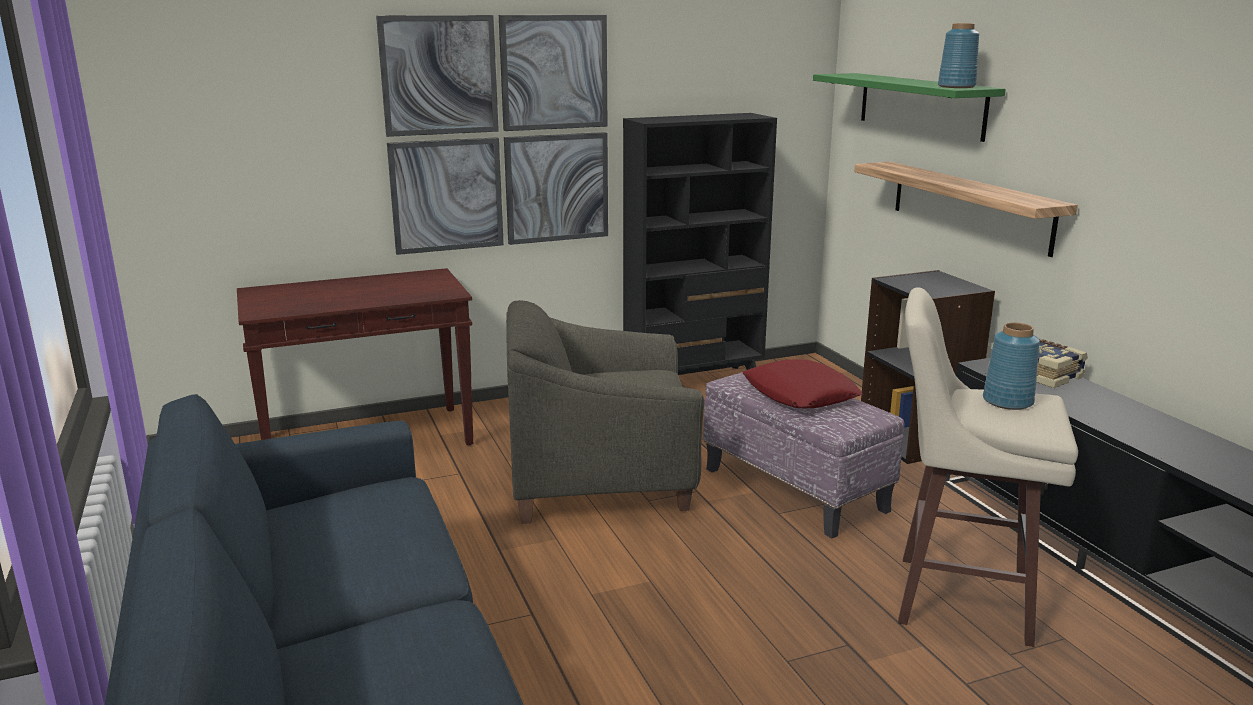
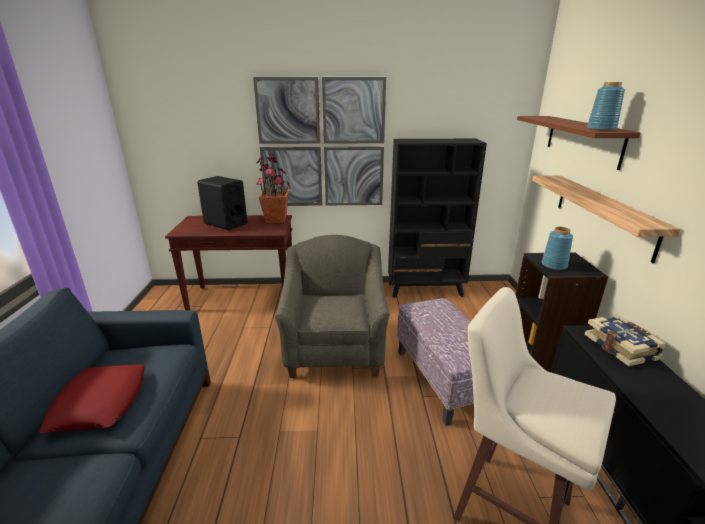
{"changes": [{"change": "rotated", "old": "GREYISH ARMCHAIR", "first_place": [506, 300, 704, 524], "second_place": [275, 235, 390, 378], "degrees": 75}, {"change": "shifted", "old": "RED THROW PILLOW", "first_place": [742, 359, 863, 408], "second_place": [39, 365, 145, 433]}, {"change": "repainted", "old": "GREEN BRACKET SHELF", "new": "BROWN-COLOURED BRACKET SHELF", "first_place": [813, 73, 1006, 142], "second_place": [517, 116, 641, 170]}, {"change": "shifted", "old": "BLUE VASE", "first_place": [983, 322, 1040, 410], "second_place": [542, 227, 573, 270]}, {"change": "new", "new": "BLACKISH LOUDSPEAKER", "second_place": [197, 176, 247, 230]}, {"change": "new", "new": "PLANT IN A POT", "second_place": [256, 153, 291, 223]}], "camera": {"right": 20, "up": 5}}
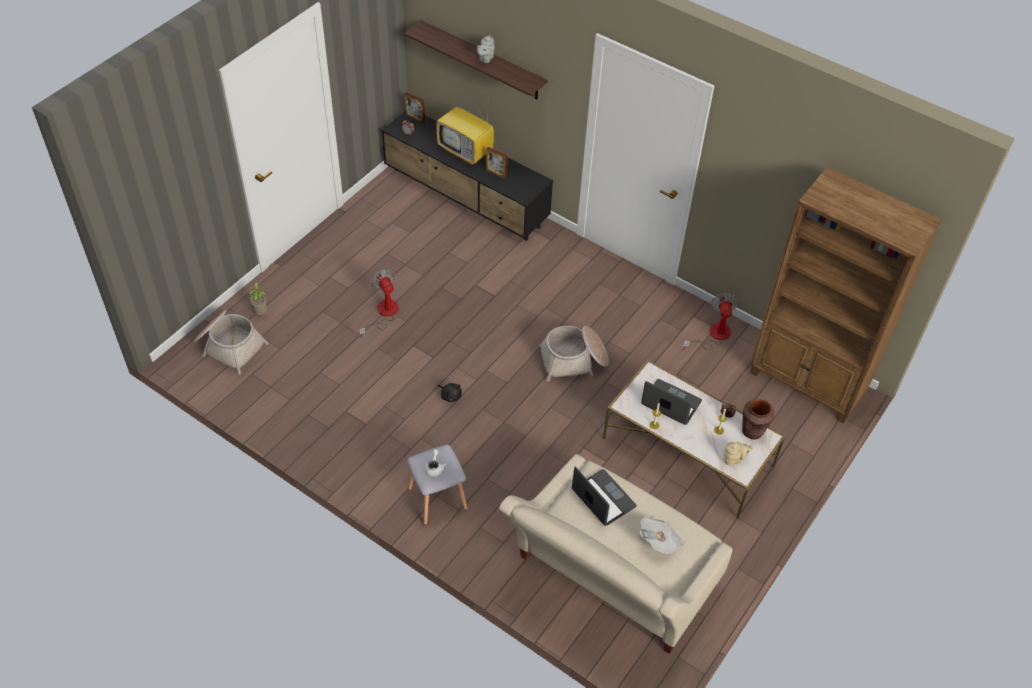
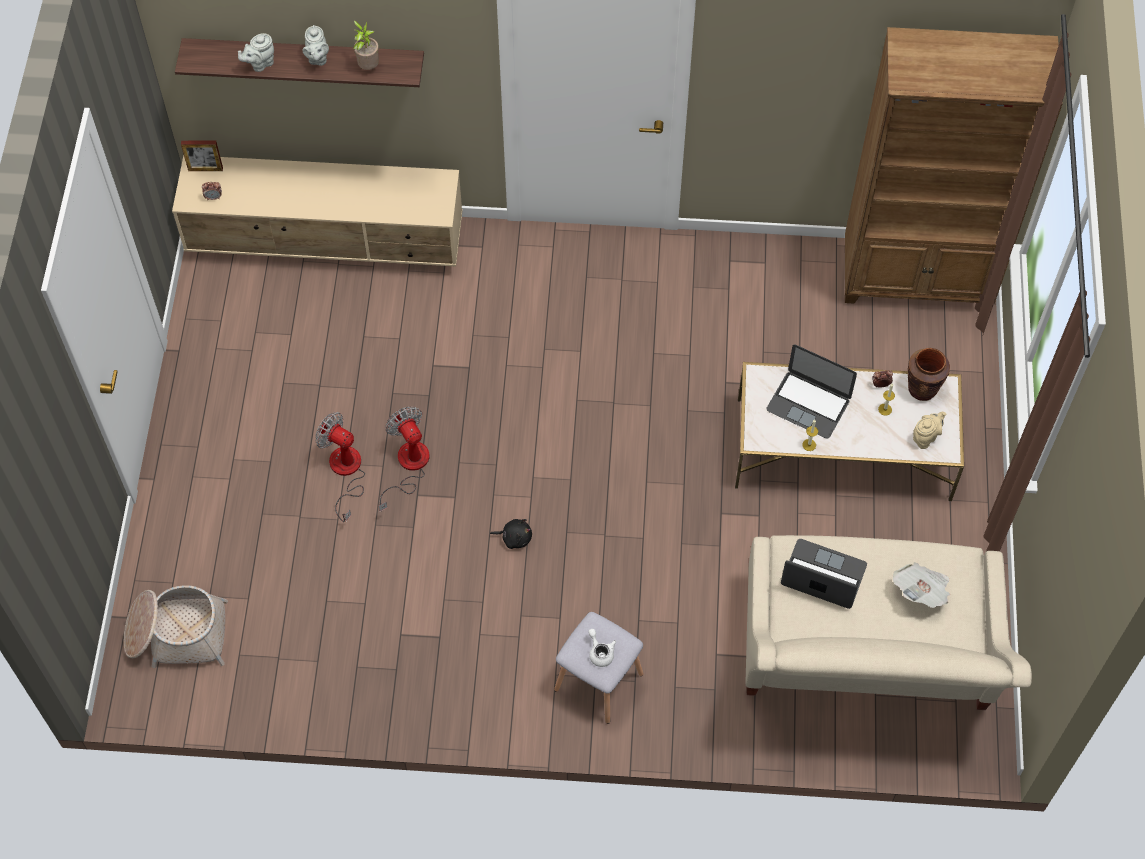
{"changes": [{"change": "shifted", "old": "PLANT IN A POT", "first_place": [249, 282, 267, 315], "second_place": [353, 20, 379, 70]}, {"change": "repainted", "old": "BLACKISH TV UNIT", "new": "SAND-COLOURED TV UNIT", "first_place": [382, 112, 553, 241], "second_place": [172, 155, 463, 266]}, {"change": "gone", "old": "TV", "first_place": [436, 107, 494, 165]}, {"change": "gone", "old": "PICTURE FRAME", "first_place": [486, 147, 507, 179]}, {"change": "gone", "old": "HOUSEHOLD BASKET", "first_place": [539, 326, 609, 382]}, {"change": "rotated", "old": "PORTABLE COMPUTER", "first_place": [641, 379, 702, 425], "second_place": [766, 345, 857, 439], "degrees": -150}, {"change": "shifted", "old": "FAN", "first_place": [683, 293, 739, 350], "second_place": [379, 406, 430, 511]}, {"change": "new", "new": "GREYISH POT FOR TEA", "second_place": [238, 33, 274, 72]}], "camera": {"right": -30, "up": 10}}
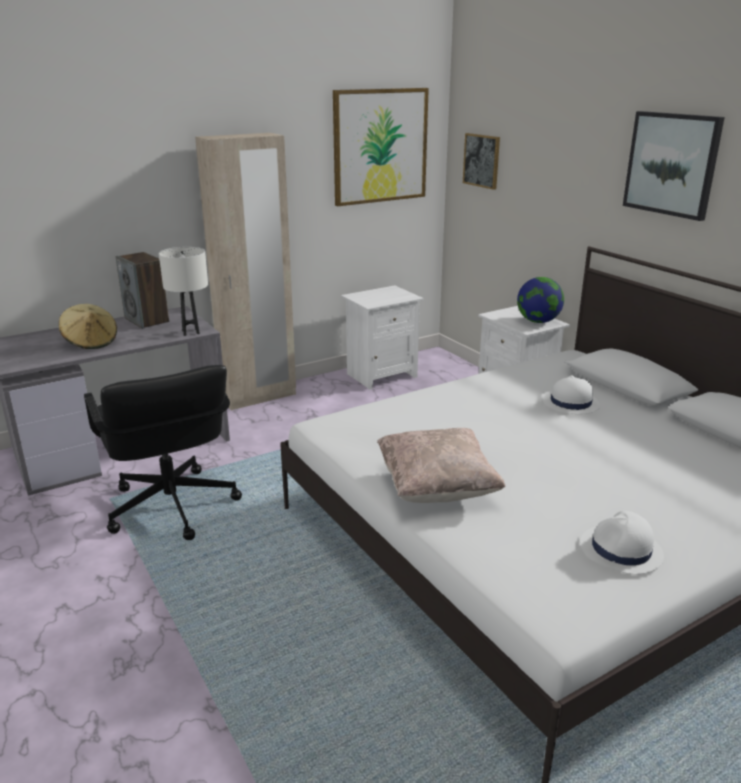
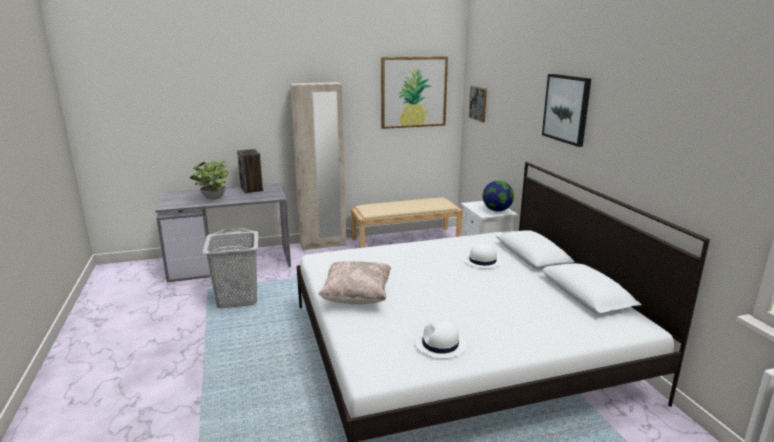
{"changes": [{"change": "swapped", "old": "SAND-COLOURED CLOTHING HAT", "new": "PLANT IN A POT", "first_place": [59, 304, 117, 349], "second_place": [190, 161, 229, 199]}, {"change": "swapped", "old": "BLACKISH DESK CHAIR", "new": "GREYISH WASHING BASKET", "first_place": [84, 365, 242, 540], "second_place": [202, 228, 258, 308]}, {"change": "gone", "old": "WHITE-COLOURED LAMP FOR A TABLE", "first_place": [159, 247, 208, 336]}, {"change": "swapped", "old": "WHITE-COLOURED NIGHTSTAND", "new": "SAND-COLOURED BENCH", "first_place": [341, 285, 424, 390], "second_place": [351, 198, 463, 248]}], "camera": {"right": 15, "up": -5}}
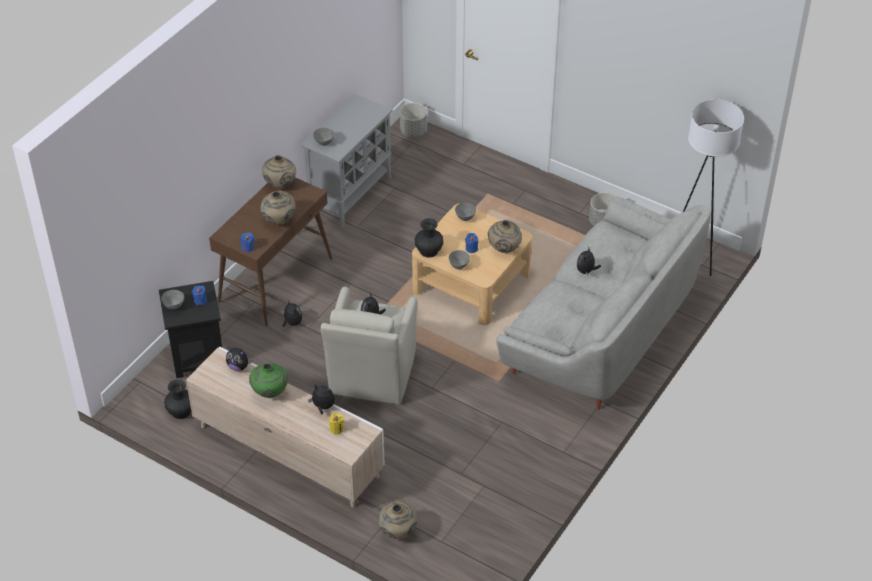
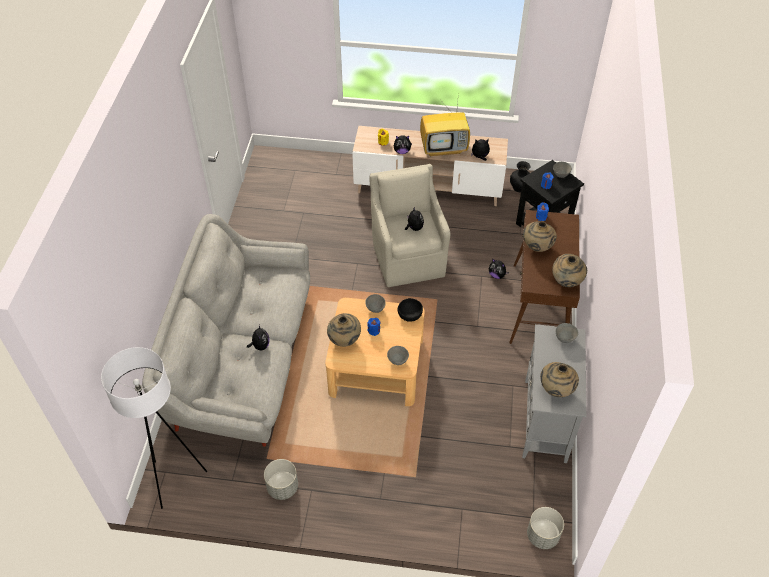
{"changes": [{"change": "swapped", "old": "GREEN VASE", "new": "TV", "first_place": [249, 363, 288, 398], "second_place": [420, 97, 470, 157]}, {"change": "shifted", "old": "SAND-COLOURED VASE", "first_place": [379, 500, 417, 539], "second_place": [540, 362, 579, 397]}, {"change": "swapped", "old": "BLACKISH VASE", "new": "BLACKISH SERVING BOWL", "first_place": [415, 218, 443, 257], "second_place": [397, 298, 423, 322]}], "camera": {"right": 155, "up": 5}}
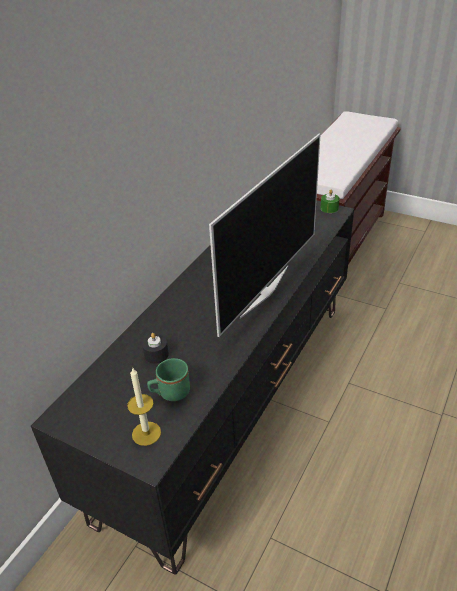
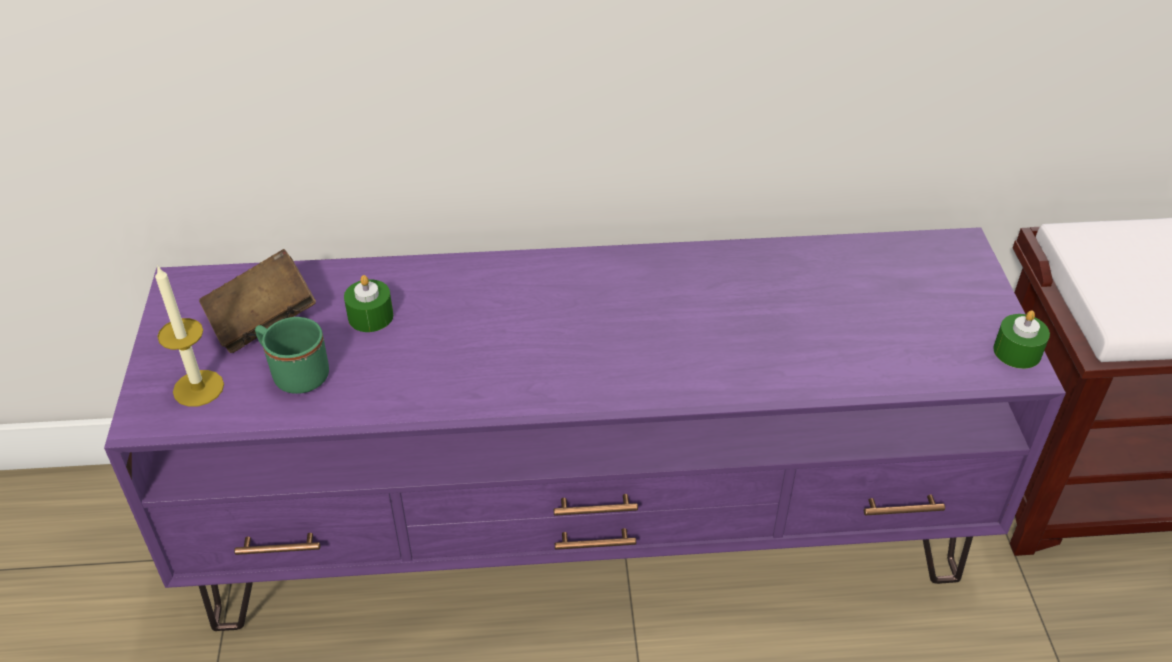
{"changes": [{"change": "repainted", "old": "BLACKISH TV UNIT", "new": "PURPLE-COLOURED TV UNIT", "first_place": [31, 200, 354, 574], "second_place": [104, 227, 1066, 631]}, {"change": "repainted", "old": "BLACKISH WAX CANDLE", "new": "GREEN WAX CANDLE", "first_place": [142, 333, 169, 364], "second_place": [344, 275, 393, 332]}, {"change": "gone", "old": "TV", "first_place": [209, 134, 321, 337]}, {"change": "new", "new": "BROWN-COLOURED BOOK", "second_place": [199, 249, 316, 353]}], "camera": {"right": 55, "up": 5}}
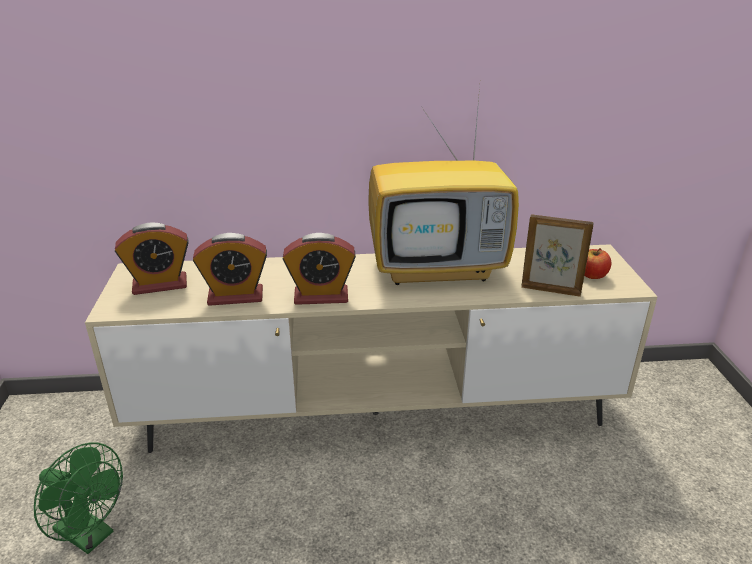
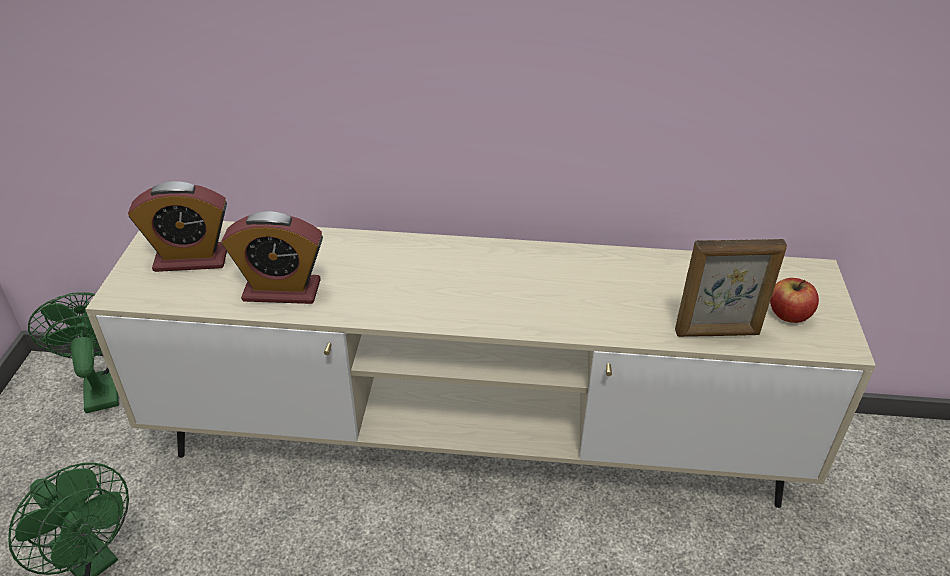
{"changes": [{"change": "gone", "old": "TABLE CLOCK", "first_place": [283, 233, 356, 305]}, {"change": "gone", "old": "TV", "first_place": [368, 87, 519, 285]}, {"change": "rotated", "old": "PICTURE FRAME", "first_place": [521, 214, 593, 296], "second_place": [675, 239, 787, 337], "degrees": 150}, {"change": "new", "new": "GREEN FAN", "second_place": [28, 292, 119, 413]}], "camera": {"right": 10, "up": 10}}
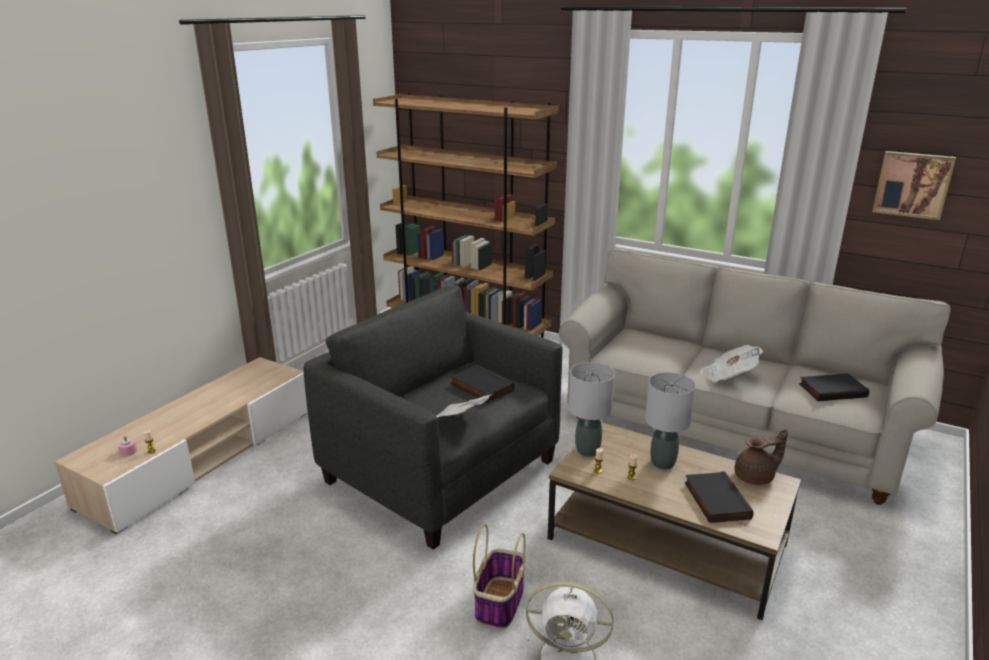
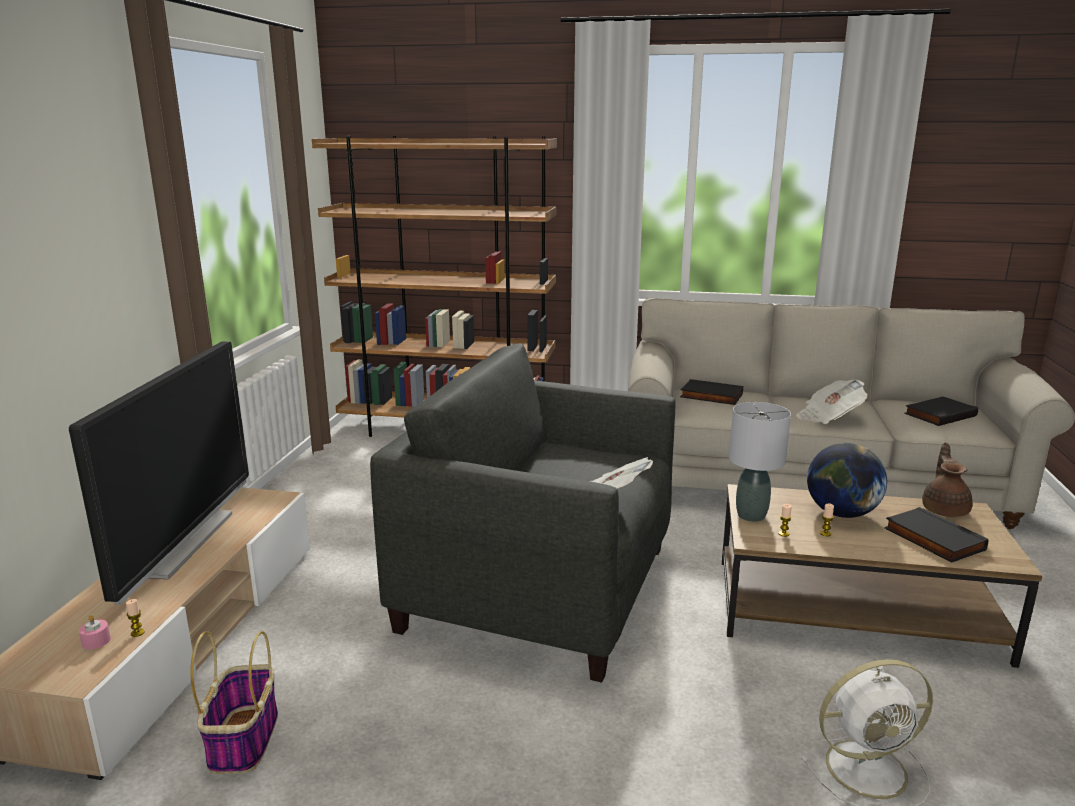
{"changes": [{"change": "shifted", "old": "BLACKISH BOOK", "first_place": [450, 365, 514, 403], "second_place": [680, 379, 743, 405]}, {"change": "shifted", "old": "HOUSEHOLD BASKET", "first_place": [473, 524, 525, 629], "second_place": [190, 631, 278, 774]}, {"change": "swapped", "old": "GREYISH LAMP FOR A TABLE", "new": "GLOBE", "first_place": [645, 372, 696, 470], "second_place": [807, 443, 887, 518]}, {"change": "rotated", "old": "BROWN-COLOURED POT FOR TEA", "first_place": [735, 429, 788, 485], "second_place": [922, 442, 973, 517], "degrees": -45}, {"change": "gone", "old": "WALL PICTURE", "first_place": [872, 151, 956, 220]}, {"change": "new", "new": "TV", "second_place": [69, 341, 249, 605]}], "camera": {"right": -20, "up": -5}}
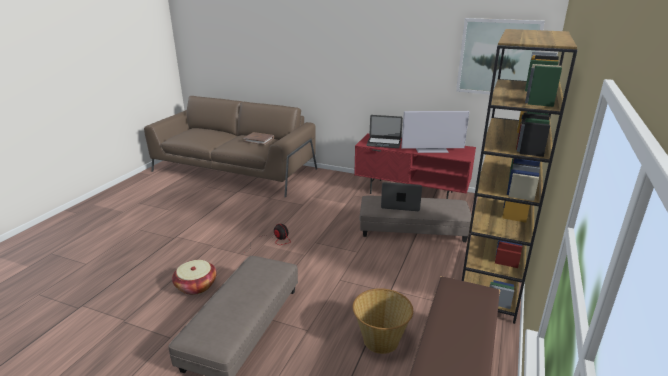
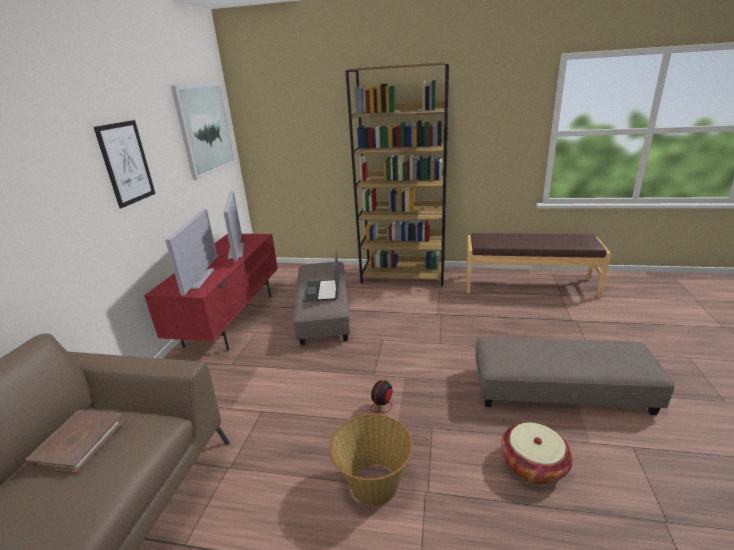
{"changes": [{"change": "shifted", "old": "HOUSEHOLD BASKET", "first_place": [353, 288, 413, 354], "second_place": [329, 414, 413, 506]}, {"change": "swapped", "old": "PORTABLE COMPUTER", "new": "TV", "first_place": [366, 115, 403, 148], "second_place": [165, 209, 217, 296]}, {"change": "new", "new": "WALL PICTURE", "second_place": [94, 120, 155, 208]}], "camera": {"right": -100, "up": 0}}
